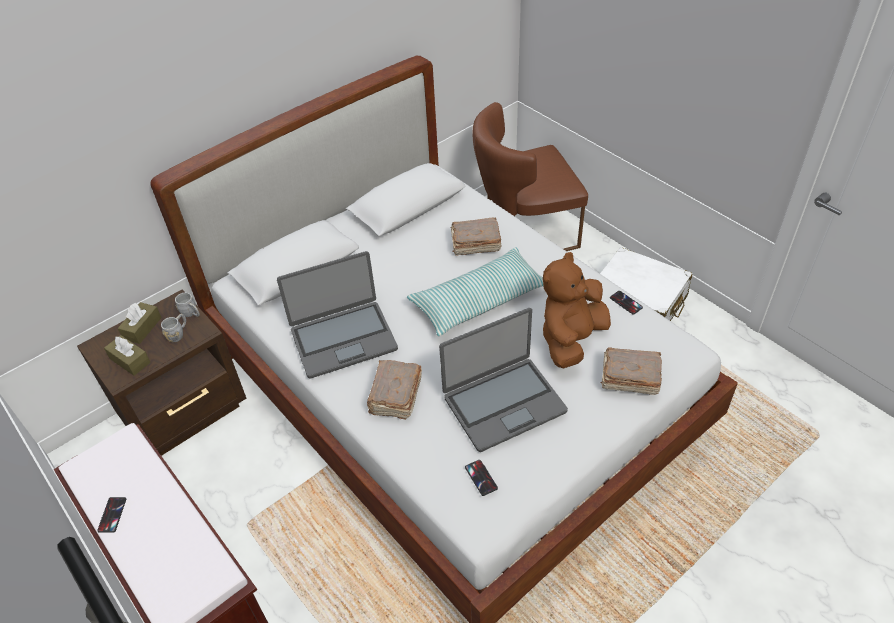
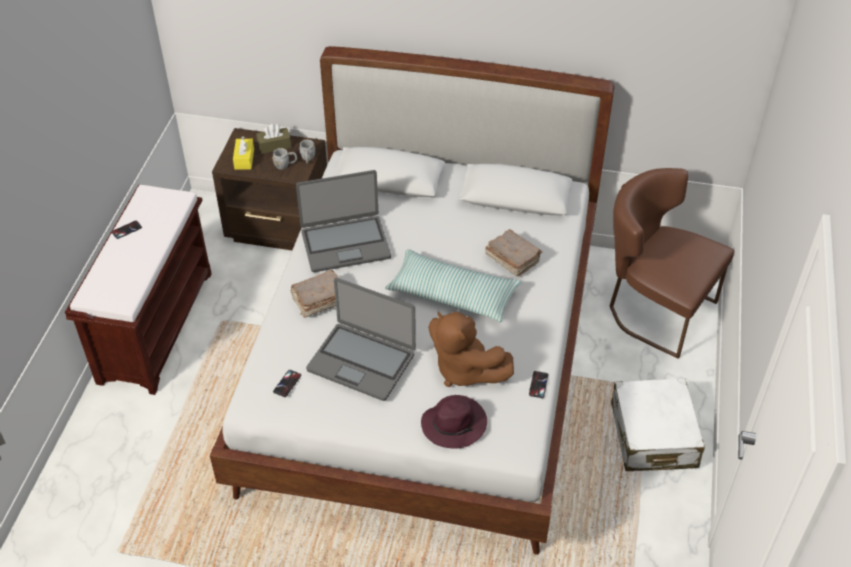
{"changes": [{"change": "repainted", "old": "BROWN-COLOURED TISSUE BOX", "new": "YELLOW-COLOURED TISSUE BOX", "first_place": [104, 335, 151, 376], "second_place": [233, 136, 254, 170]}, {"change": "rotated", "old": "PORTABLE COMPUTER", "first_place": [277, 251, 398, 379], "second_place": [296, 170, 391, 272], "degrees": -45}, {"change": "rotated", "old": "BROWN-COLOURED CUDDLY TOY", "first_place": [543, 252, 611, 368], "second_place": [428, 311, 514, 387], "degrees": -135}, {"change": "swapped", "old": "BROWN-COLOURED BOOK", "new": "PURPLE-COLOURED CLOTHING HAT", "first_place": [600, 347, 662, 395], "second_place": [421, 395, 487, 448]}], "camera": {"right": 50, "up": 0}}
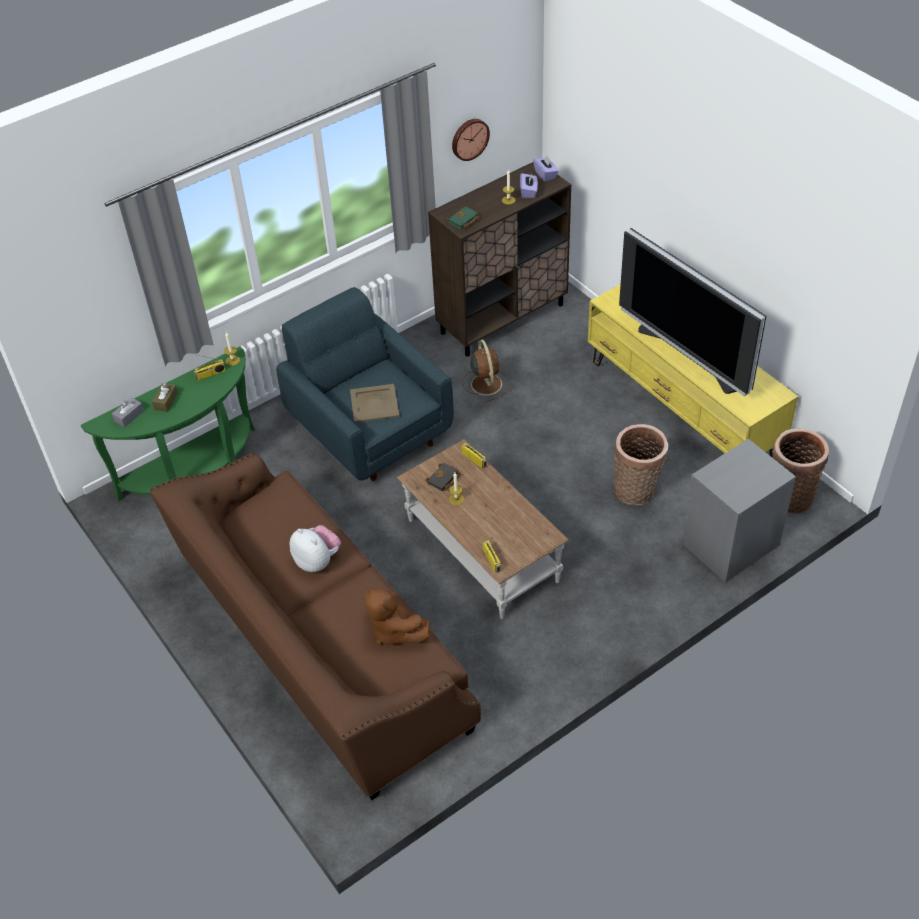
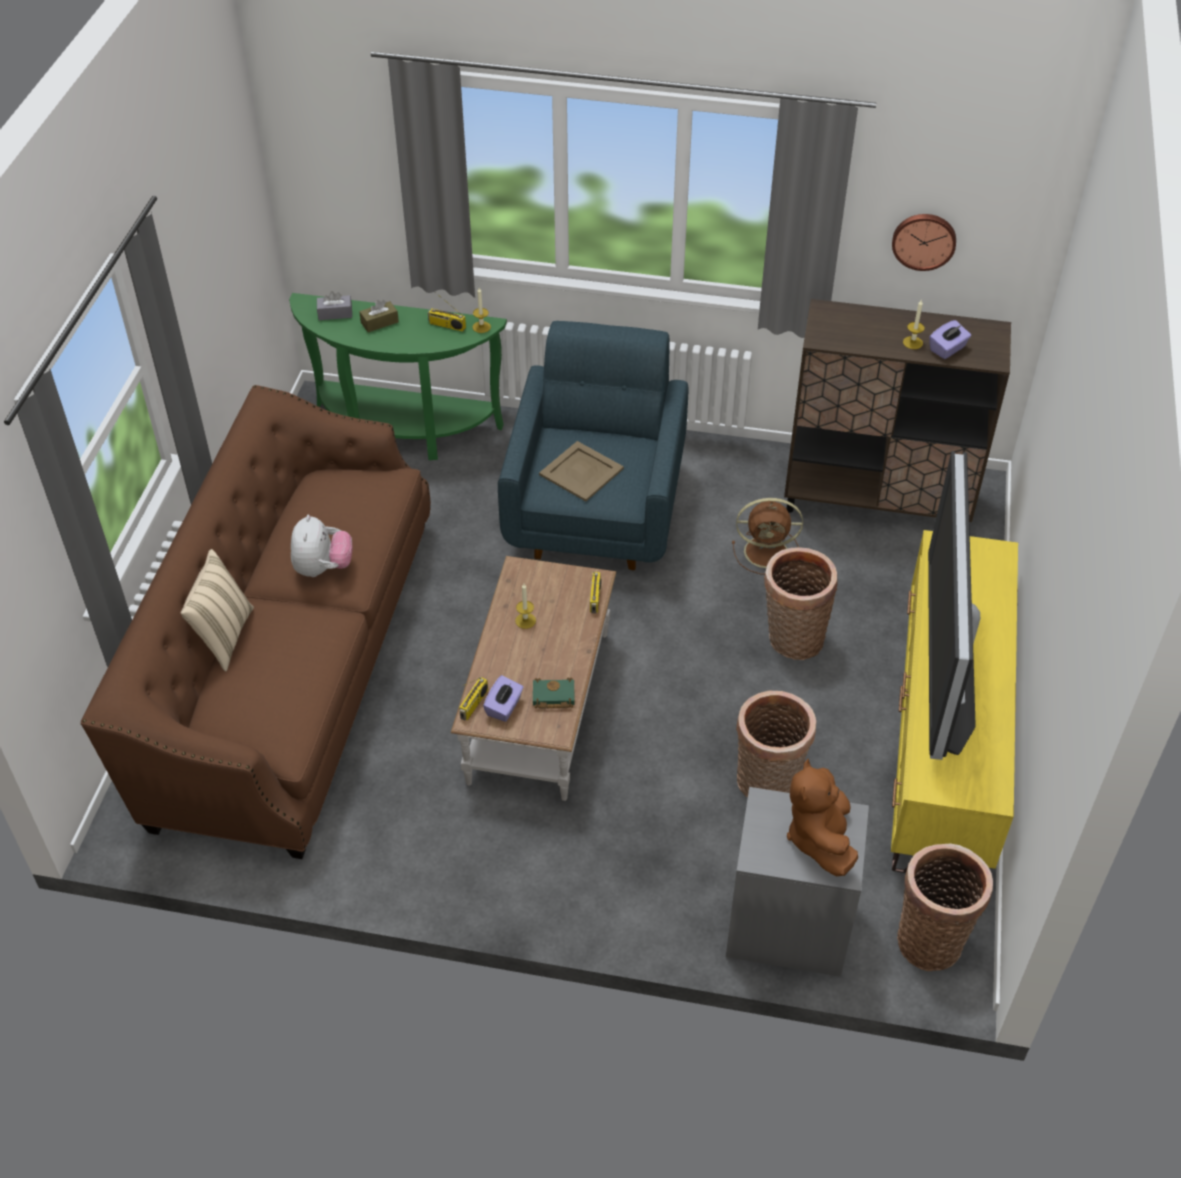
{"changes": [{"change": "shifted", "old": "BROWN-COLOURED CUDDLY TOY", "first_place": [365, 588, 430, 645], "second_place": [787, 759, 858, 876]}, {"change": "gone", "old": "BLACKISH BOOK", "first_place": [425, 463, 461, 491]}, {"change": "shifted", "old": "GREEN BOOK", "first_place": [447, 207, 480, 229], "second_place": [533, 678, 575, 709]}, {"change": "rotated", "old": "BROWN-COLOURED FAN", "first_place": [462, 340, 509, 402], "second_place": [732, 498, 803, 575], "degrees": 60}, {"change": "shifted", "old": "PURPLE-COLOURED TISSUE BOX", "first_place": [533, 155, 559, 182], "second_place": [483, 675, 524, 722]}, {"change": "new", "new": "SAND-COLOURED THROW PILLOW", "second_place": [181, 549, 254, 672]}, {"change": "new", "new": "HOUSEHOLD BASKET", "second_place": [764, 547, 838, 660]}], "camera": {"right": 45, "up": 0}}
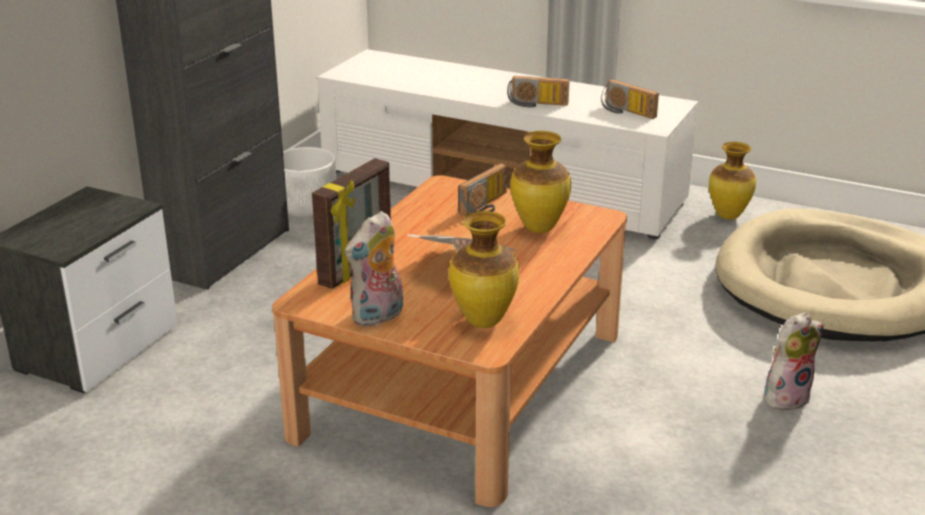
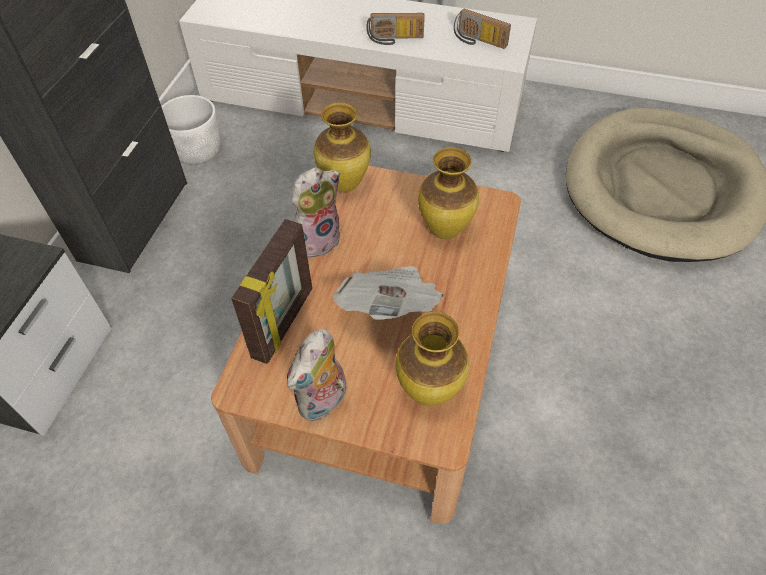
{"changes": [{"change": "gone", "old": "RADIO RECEIVER", "first_place": [458, 163, 507, 216]}, {"change": "shifted", "old": "VASE", "first_place": [709, 142, 756, 220], "second_place": [314, 102, 371, 193]}, {"change": "shifted", "old": "CUDDLY TOY", "first_place": [765, 312, 824, 410], "second_place": [292, 167, 340, 257]}], "camera": {"right": -10, "up": 25}}
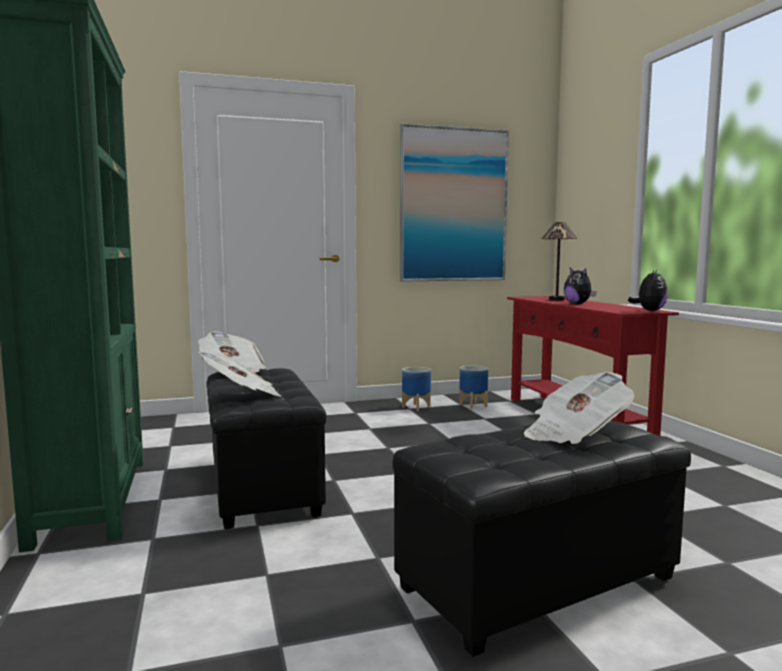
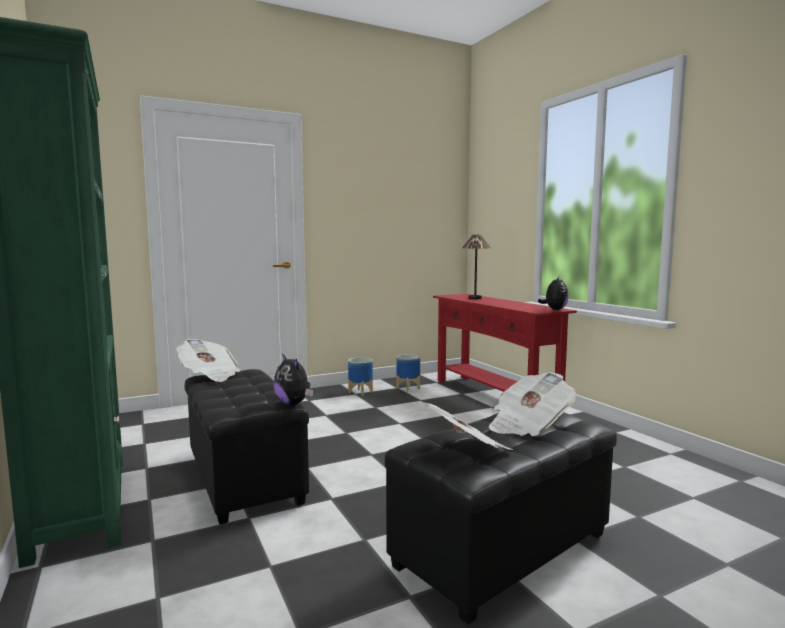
{"changes": [{"change": "shifted", "old": "PRINTED PAPER", "first_place": [199, 352, 282, 397], "second_place": [419, 402, 514, 450]}, {"change": "gone", "old": "WALL PICTURE", "first_place": [400, 123, 509, 282]}, {"change": "shifted", "old": "CUDDLY TOY", "first_place": [564, 268, 597, 304], "second_place": [274, 354, 313, 405]}], "camera": {"right": -10, "up": 0}}
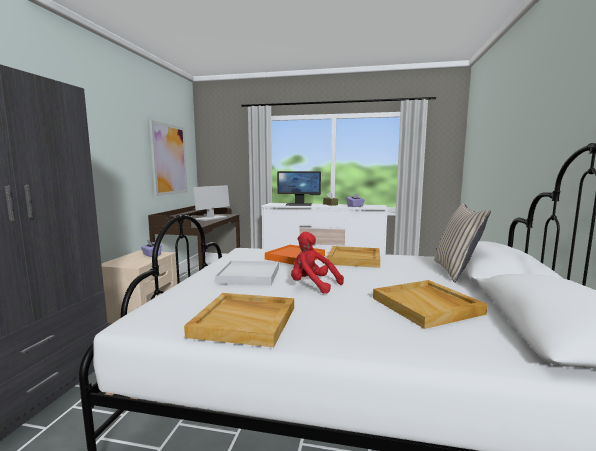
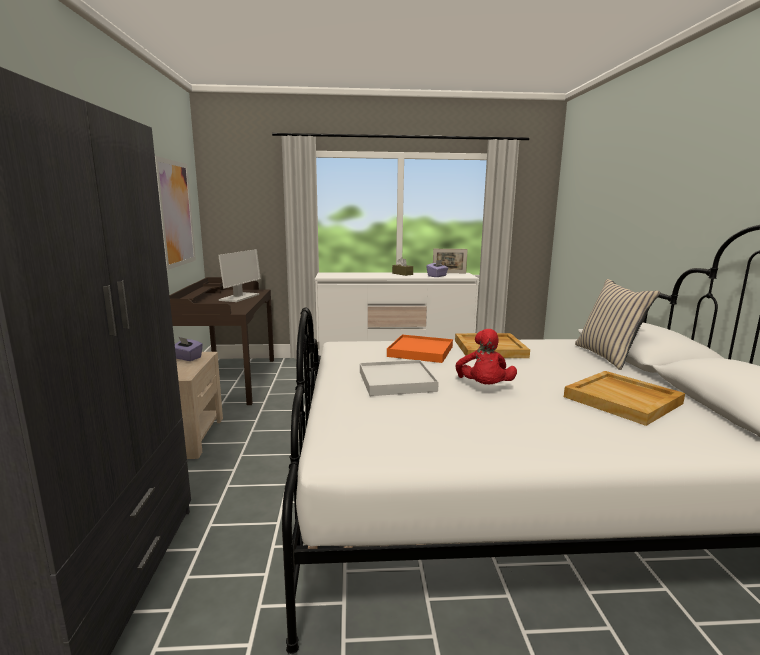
{"changes": [{"change": "gone", "old": "SAND-COLOURED TRAY", "first_place": [184, 293, 294, 347]}, {"change": "gone", "old": "MONITOR", "first_place": [277, 171, 321, 206]}, {"change": "rotated", "old": "RED CUDDLY TOY", "first_place": [291, 232, 344, 294], "second_place": [455, 329, 517, 384], "degrees": -105}, {"change": "new", "new": "PICTURE FRAME", "second_place": [433, 249, 468, 273]}], "camera": {"right": -15, "up": 5}}
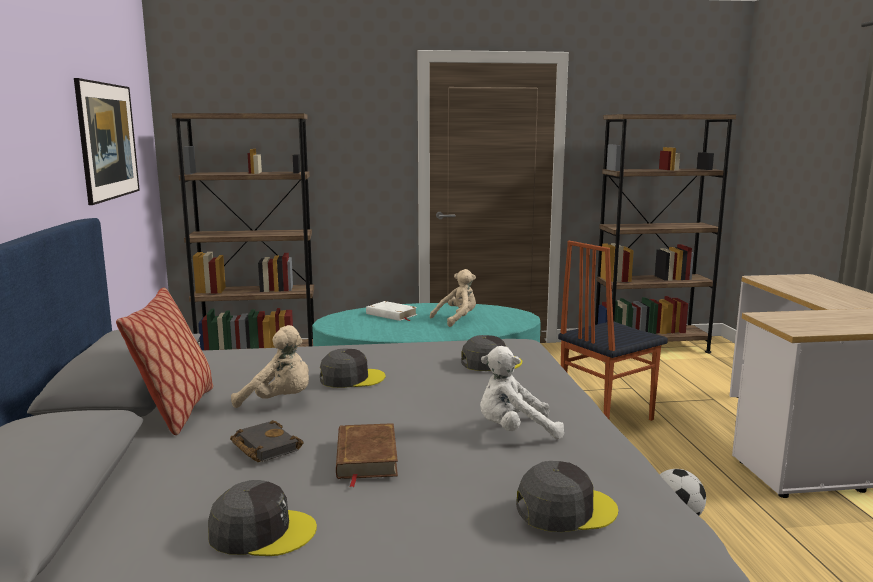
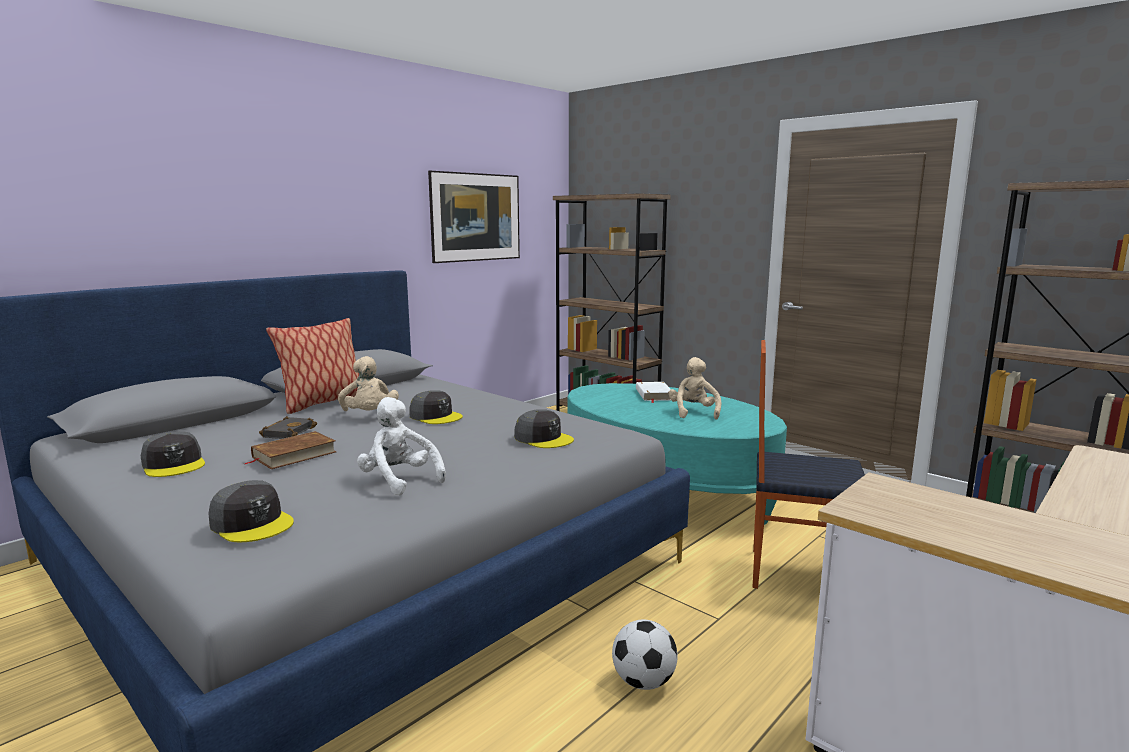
{"changes": [{"change": "rotated", "old": "SAND-COLOURED CUDDLY TOY", "first_place": [430, 269, 476, 327], "second_place": [669, 357, 721, 420], "degrees": -105}], "camera": {"right": 50, "up": 0}}
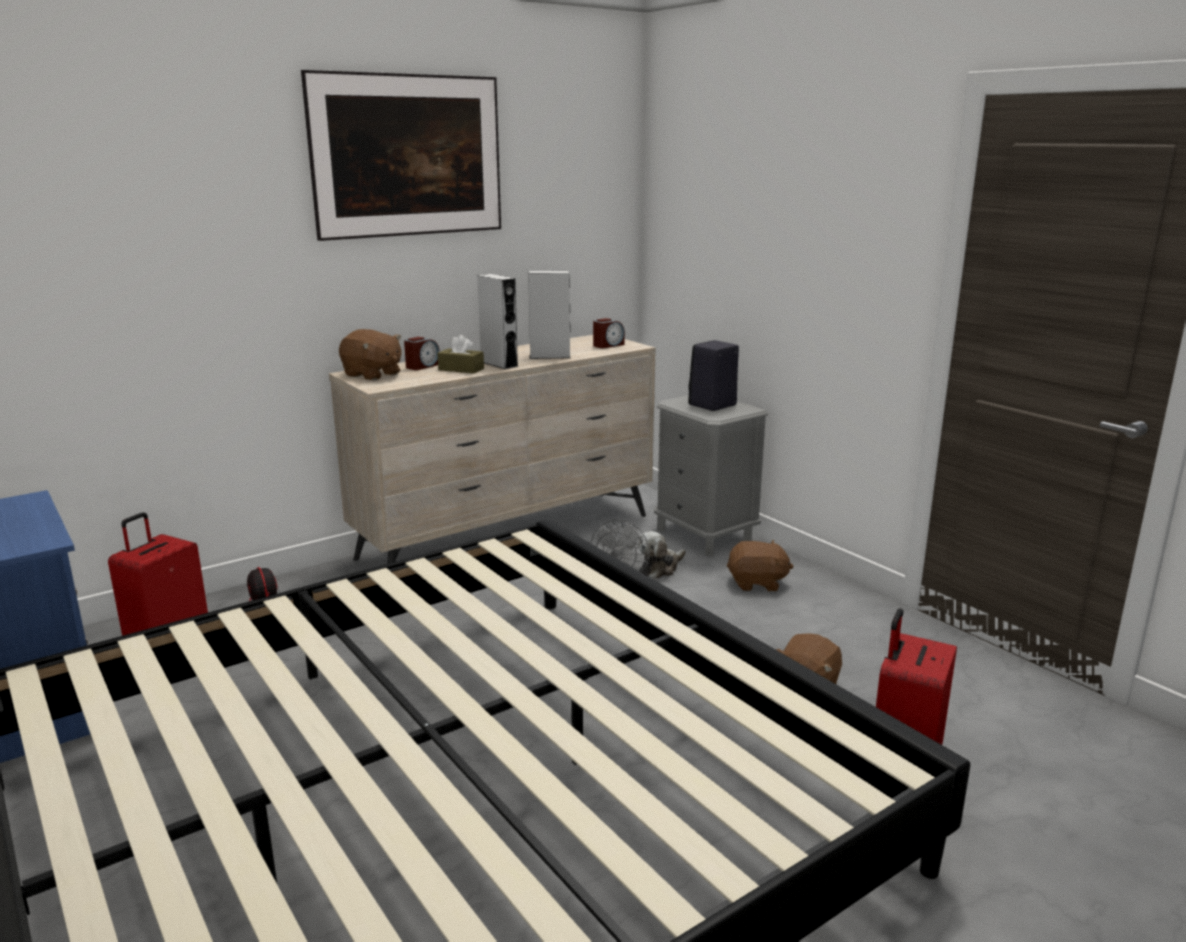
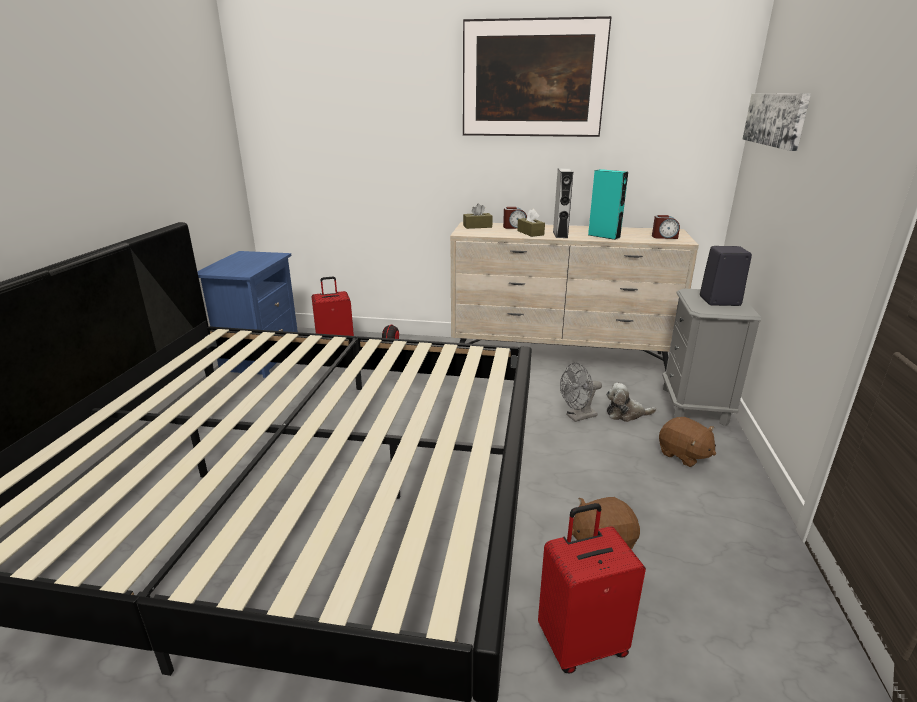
{"changes": [{"change": "swapped", "old": "BROWN-COLOURED CUDDLY TOY", "new": "BROWN-COLOURED TISSUE BOX", "first_place": [339, 329, 402, 381], "second_place": [463, 203, 493, 229]}, {"change": "repainted", "old": "GREYISH LOUDSPEAKER", "new": "TURQUOISE LOUDSPEAKER", "first_place": [528, 271, 571, 359], "second_place": [588, 169, 628, 240]}, {"change": "new", "new": "WALL PICTURE", "second_place": [742, 93, 811, 151]}], "camera": {"right": 45, "up": 5}}
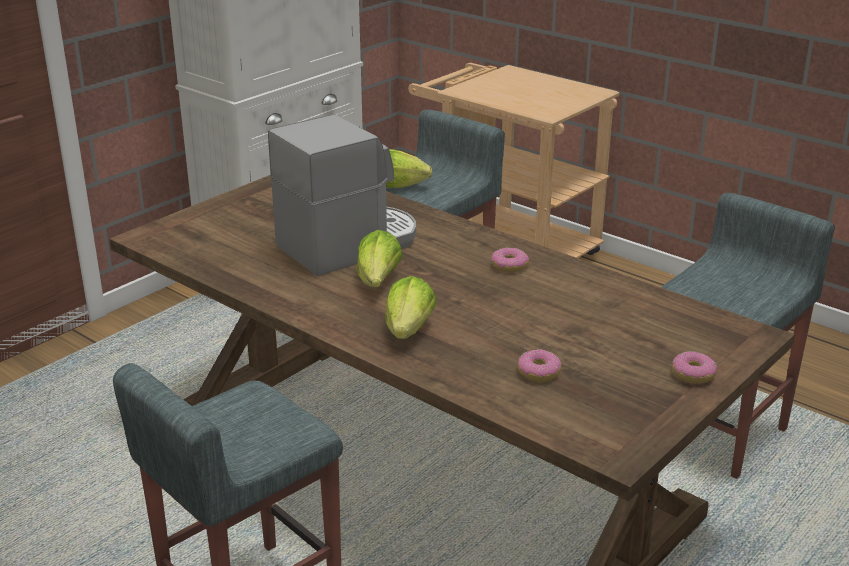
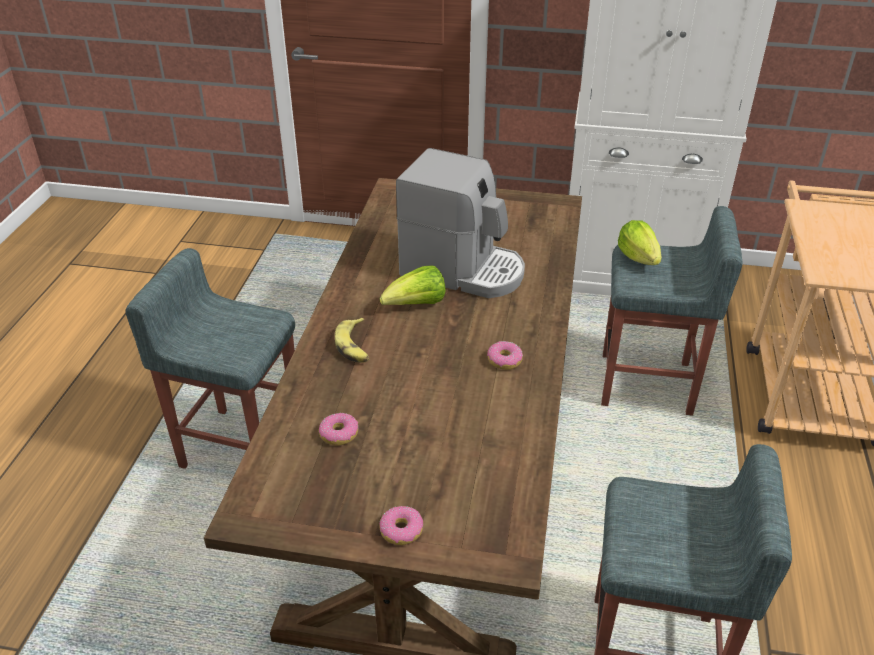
{"changes": [{"change": "swapped", "old": "LETTUCE", "new": "WHOLE BANANA", "first_place": [385, 276, 436, 339], "second_place": [335, 318, 369, 363]}], "camera": {"right": 60, "up": 10}}
